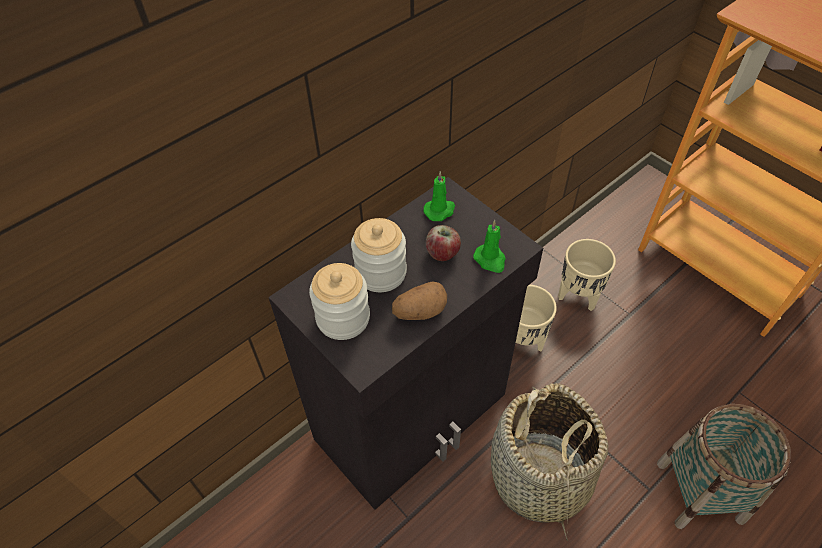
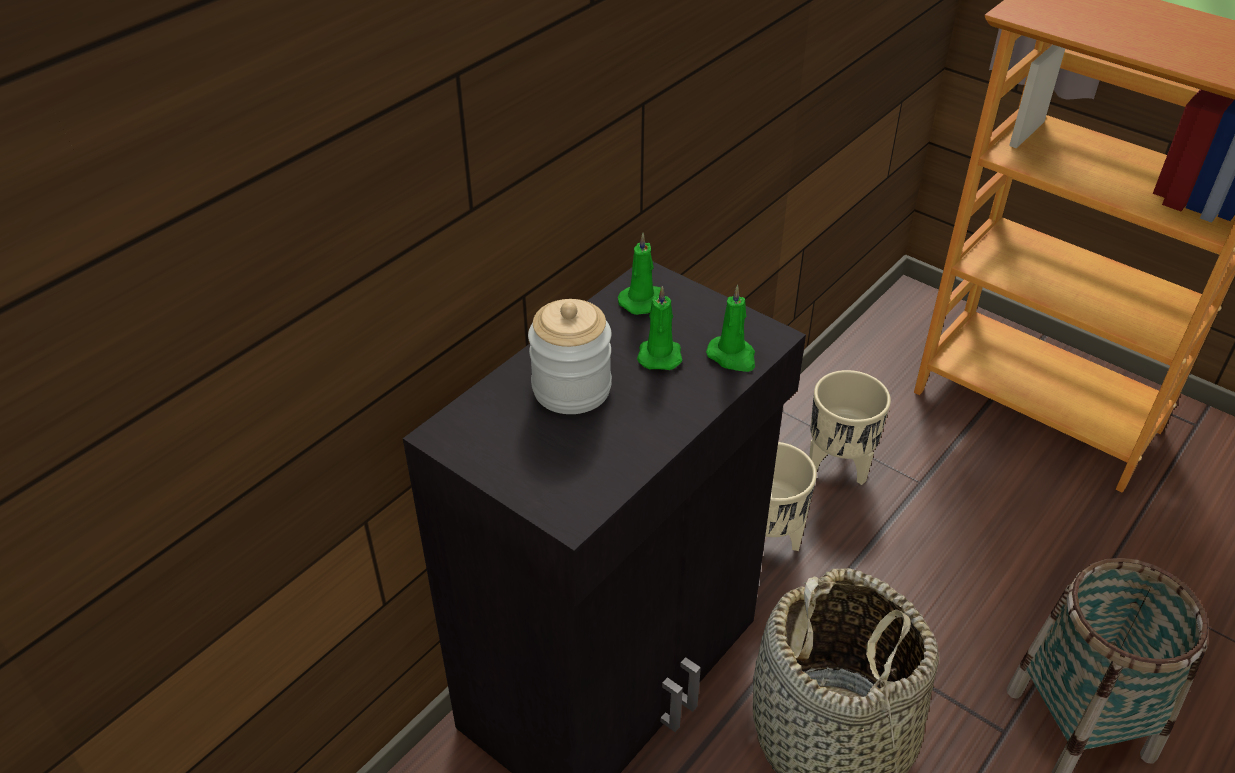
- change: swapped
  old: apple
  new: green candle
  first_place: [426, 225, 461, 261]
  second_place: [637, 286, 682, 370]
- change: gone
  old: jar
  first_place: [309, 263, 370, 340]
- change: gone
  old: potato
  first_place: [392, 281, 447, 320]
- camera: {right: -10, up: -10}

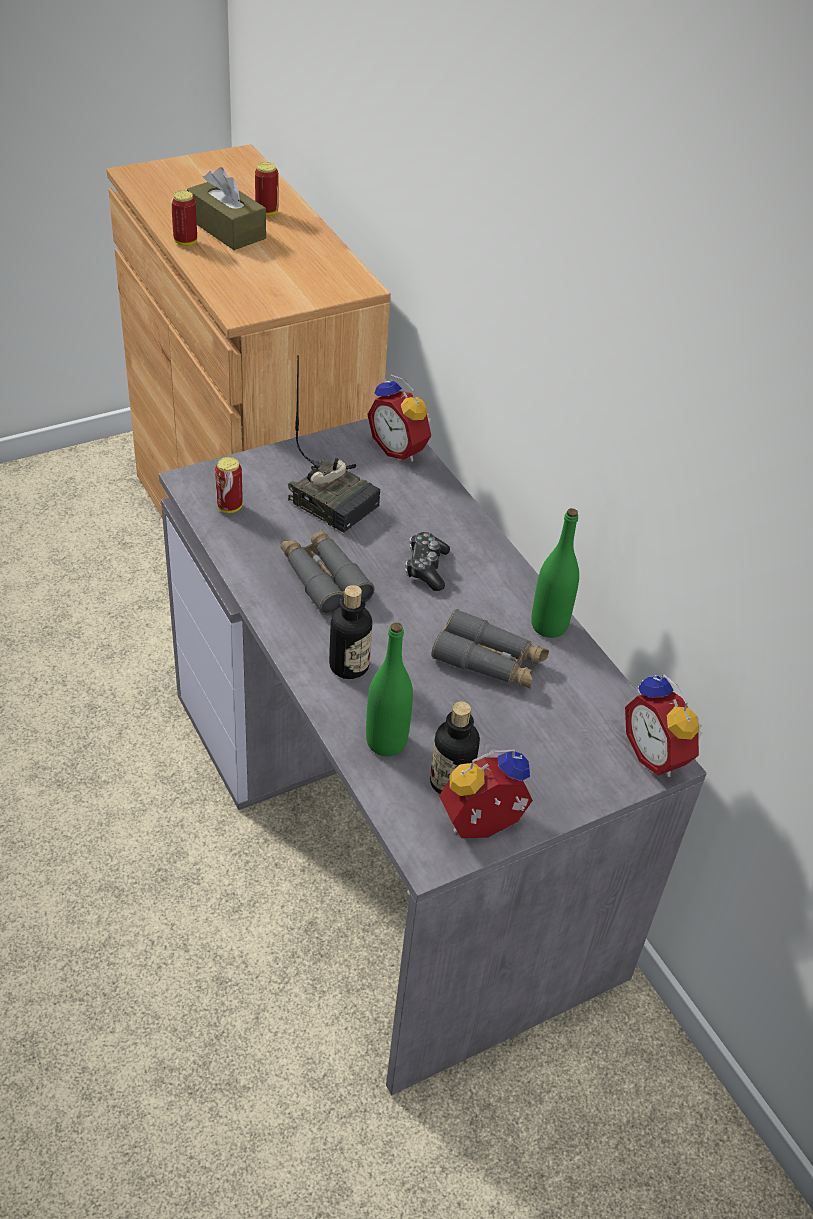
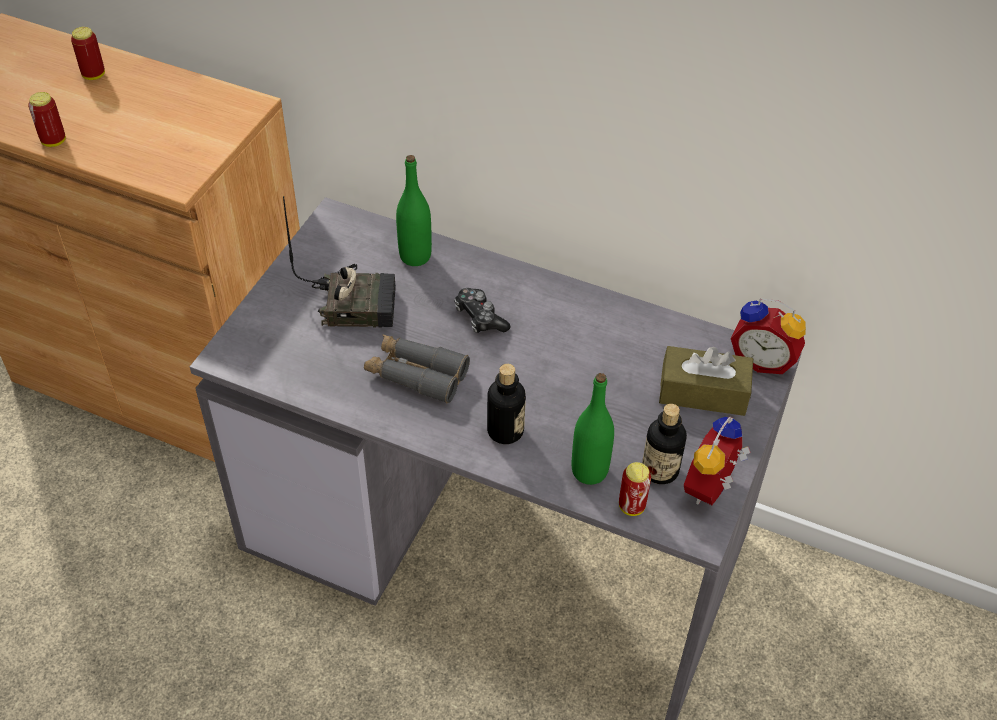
- change: shifted
  old: brown tissue box
  first_place: [187, 167, 266, 250]
  second_place: [659, 346, 753, 416]
- change: gone
  old: alarm clock
  first_place: [367, 375, 431, 462]
- change: shifted
  old: can
  first_place: [215, 457, 243, 513]
  second_place: [619, 462, 651, 516]
- change: shifted
  old: green bottle
  first_place: [531, 508, 579, 638]
  second_place: [396, 155, 432, 266]
- change: gone
  old: grey binoculars
  first_place: [431, 609, 549, 689]
- camera: {right: -35, up: 5}

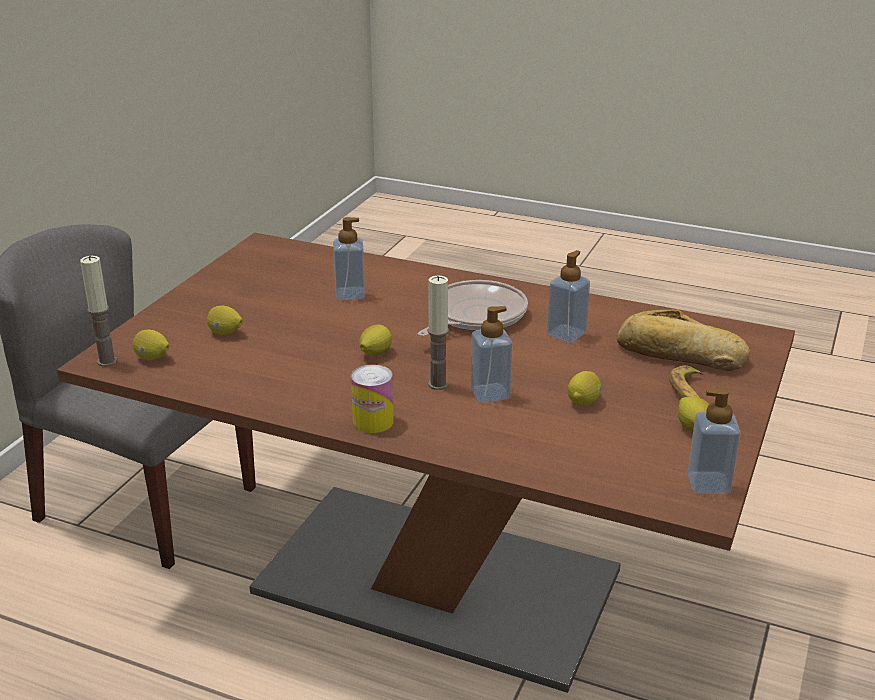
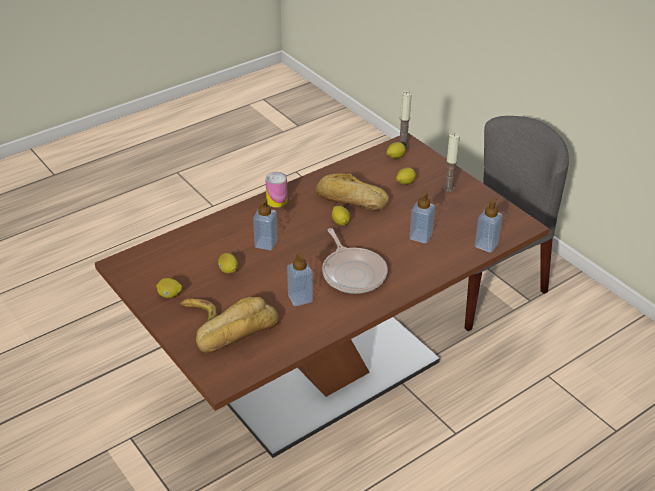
- change: shifted
  old: candle
  first_place: [428, 276, 449, 390]
  second_place: [443, 133, 460, 192]
- change: shifted
  old: soap dispenser
  first_place: [688, 388, 741, 494]
  second_place: [475, 197, 503, 253]
- change: new
  new: bread
  second_place: [316, 174, 389, 211]
- camera: {right: 120, up: 10}

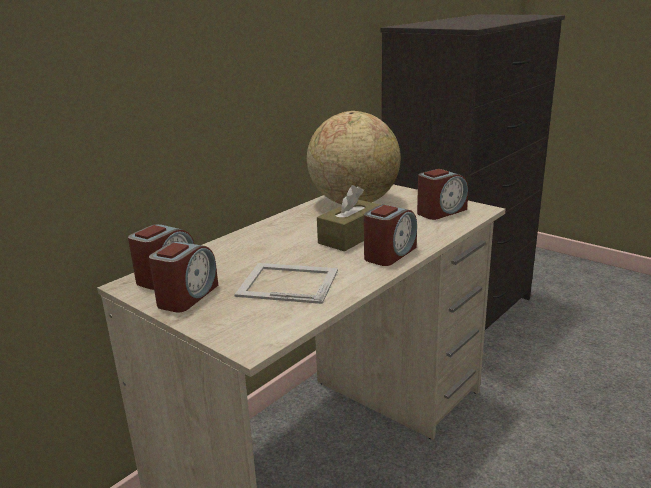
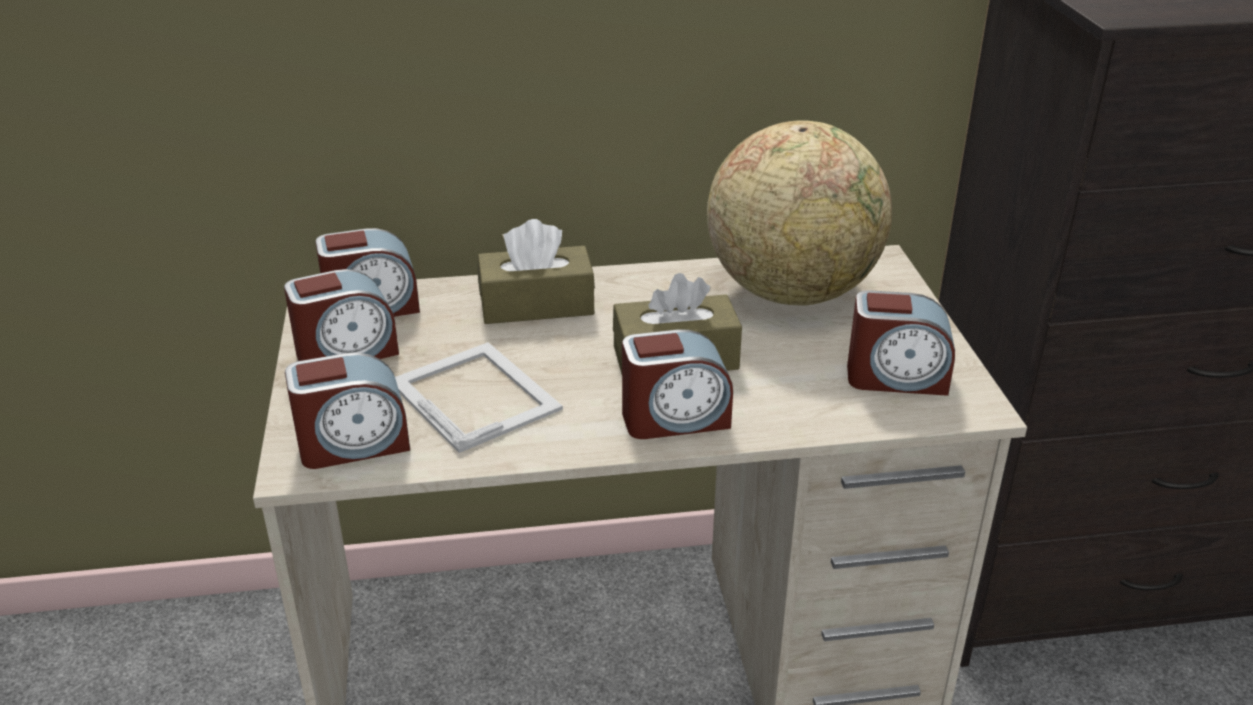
- change: new
  new: brown tissue box
  second_place: [478, 219, 595, 324]
- change: new
  new: alarm clock
  second_place: [285, 352, 410, 469]
- camera: {right: 40, up: 10}

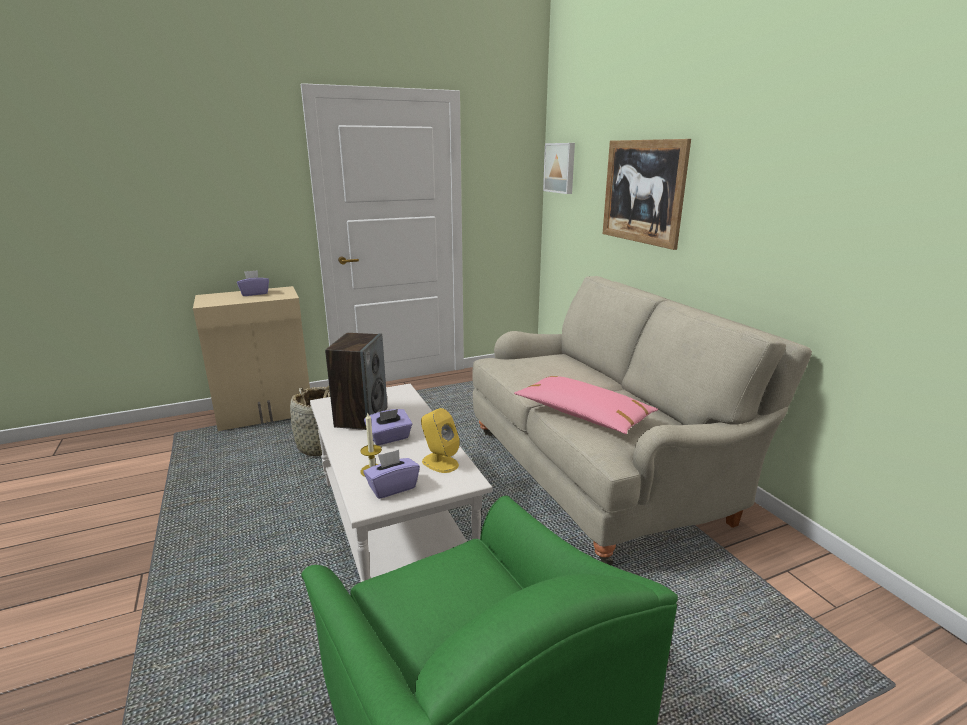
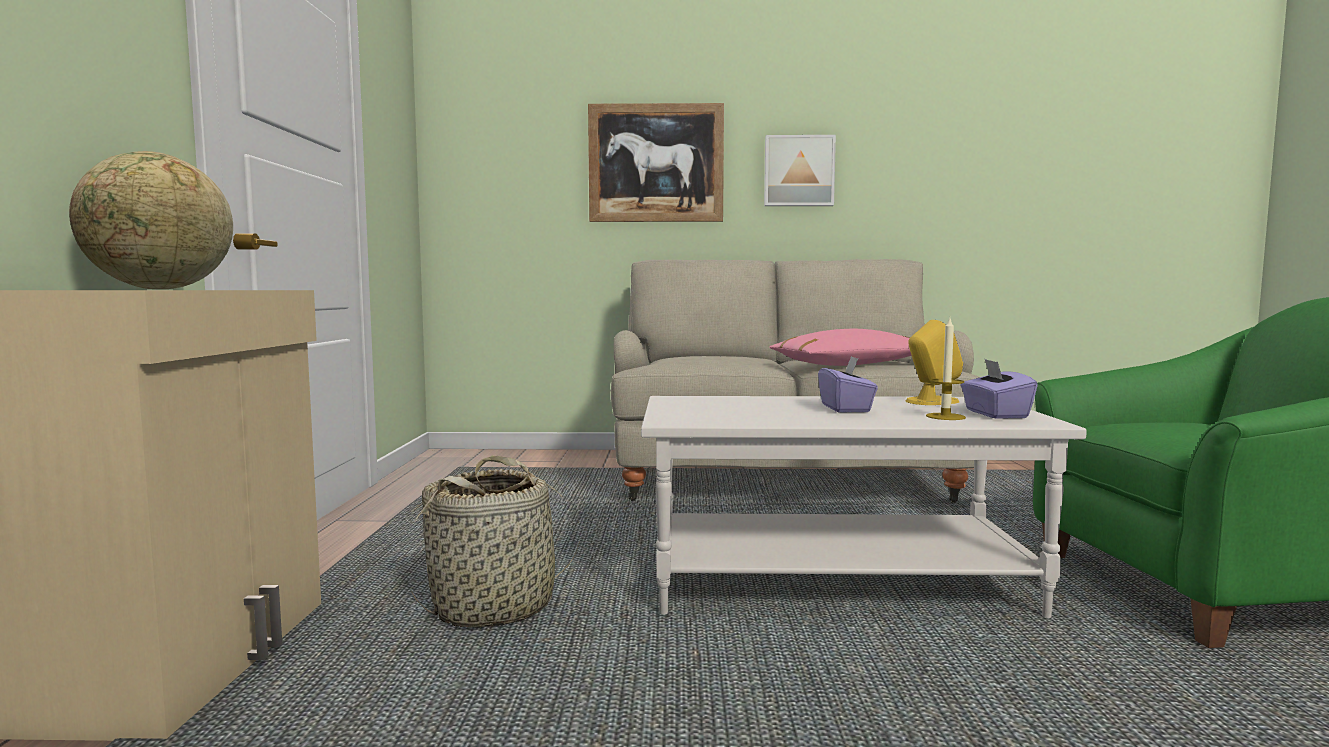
- change: shifted
  old: picture
  first_place: [543, 143, 575, 194]
  second_place: [764, 135, 836, 206]
- change: swapped
  old: purple tissue box
  new: globe
  first_place: [237, 270, 269, 296]
  second_place: [69, 151, 233, 289]
- change: gone
  old: speaker
  first_place: [325, 333, 387, 430]
- camera: {right: -65, up: -15}

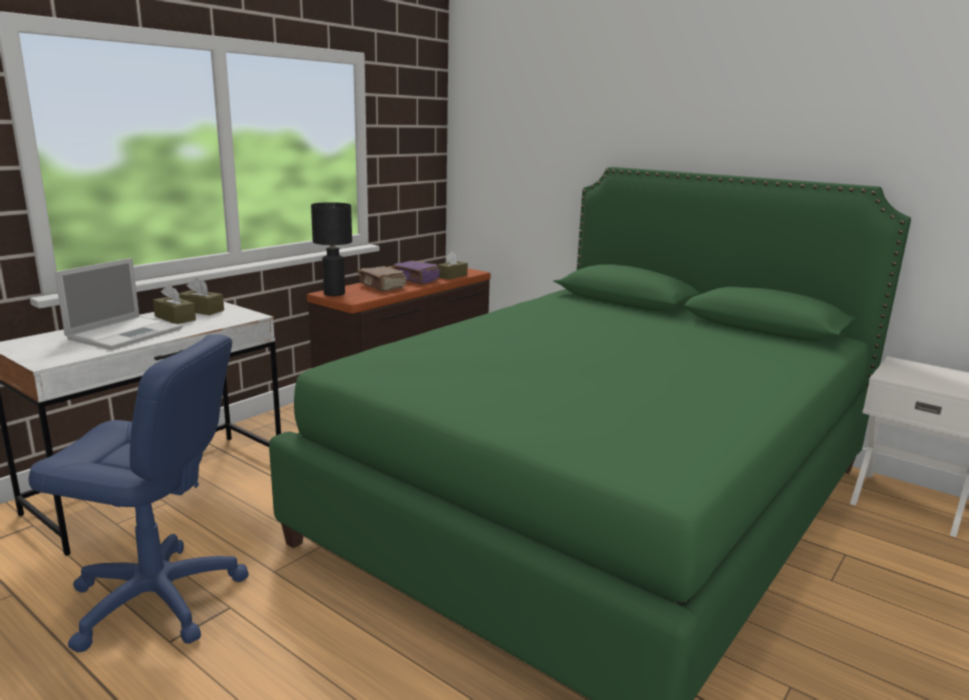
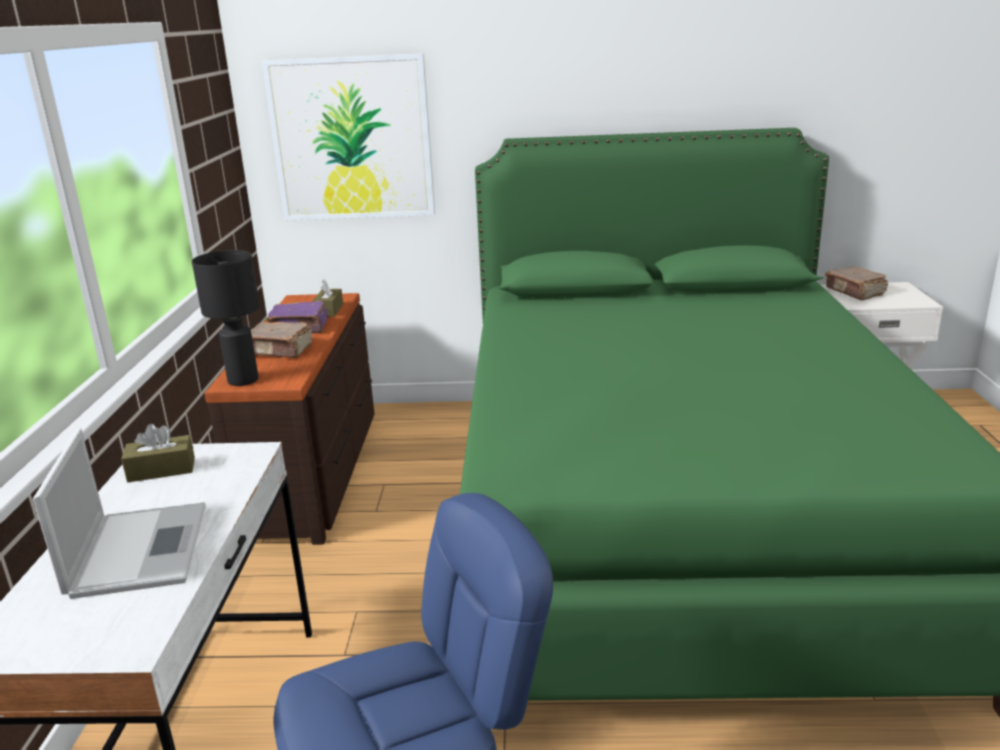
- change: gone
  old: brown tissue box
  first_place: [153, 284, 196, 324]
- change: new
  new: picture
  second_place: [262, 53, 435, 220]
- change: new
  new: brown book
  second_place: [825, 266, 888, 300]
- camera: {right: -35, up: 5}

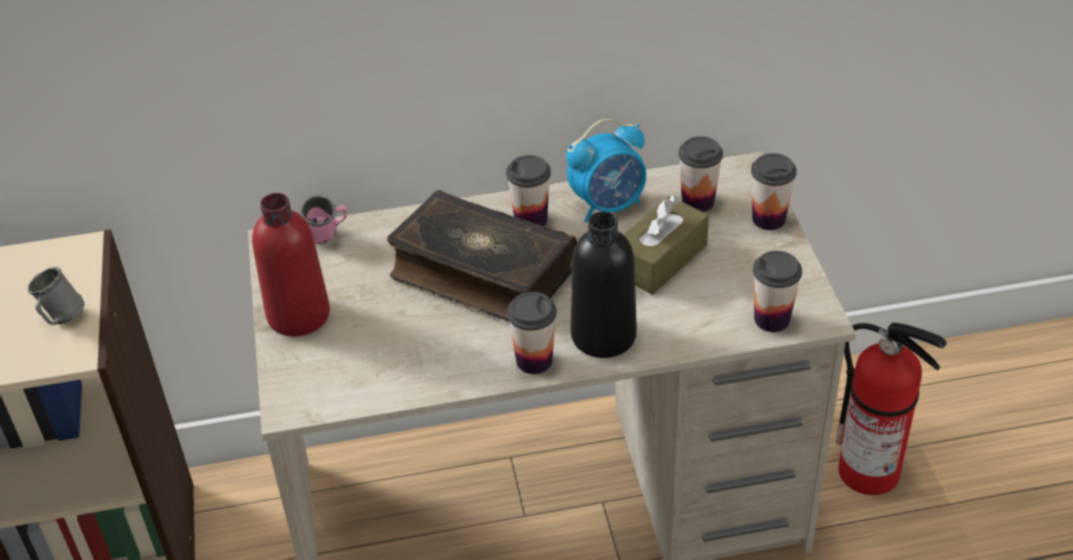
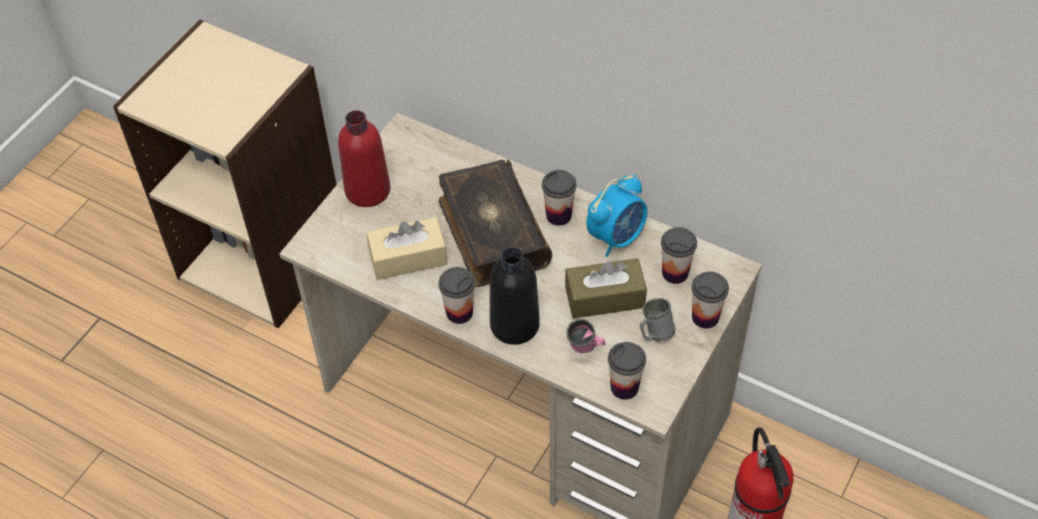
- change: rotated
  old: alarm clock
  first_place: [566, 119, 646, 222]
  second_place: [586, 174, 647, 257]
  degrees: -60
- change: shifted
  old: pink mug
  first_place: [301, 195, 347, 244]
  second_place: [566, 319, 606, 353]
- change: shifted
  old: grey mug
  first_place: [27, 267, 85, 325]
  second_place: [640, 298, 675, 341]
- change: new
  new: beige tissue box
  second_place: [367, 217, 447, 280]
- camera: {right: 40, up: 10}

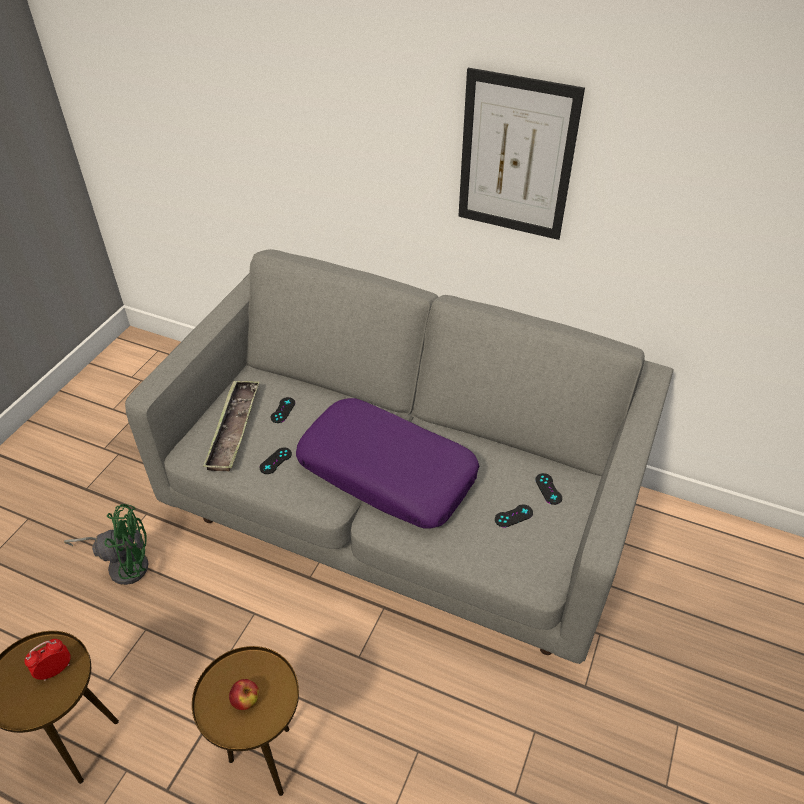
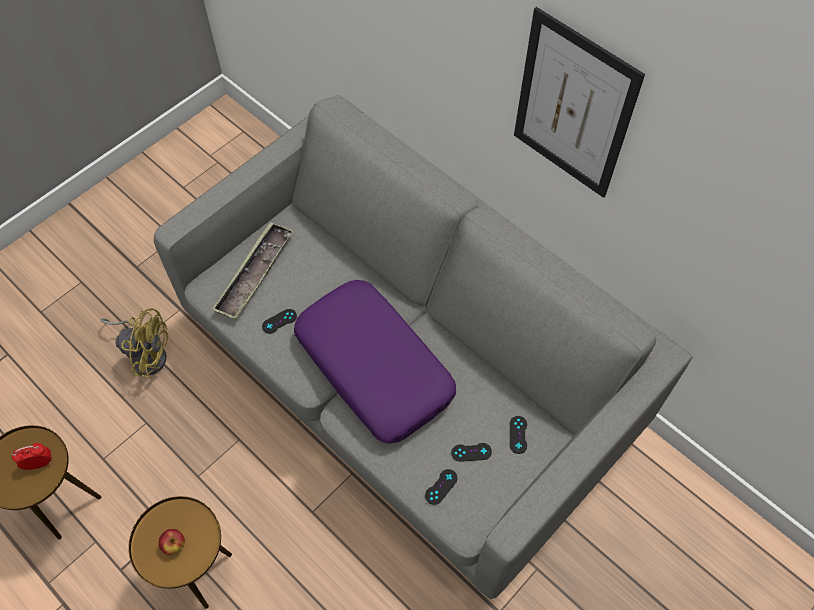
- change: shifted
  old: black game controller
  first_place: [271, 397, 295, 423]
  second_place: [425, 469, 458, 505]
- change: repainted
  old: green fan
  new: yellow fan
  first_place: [64, 504, 149, 585]
  second_place: [100, 308, 168, 378]
- camera: {right: 20, up: 15}

